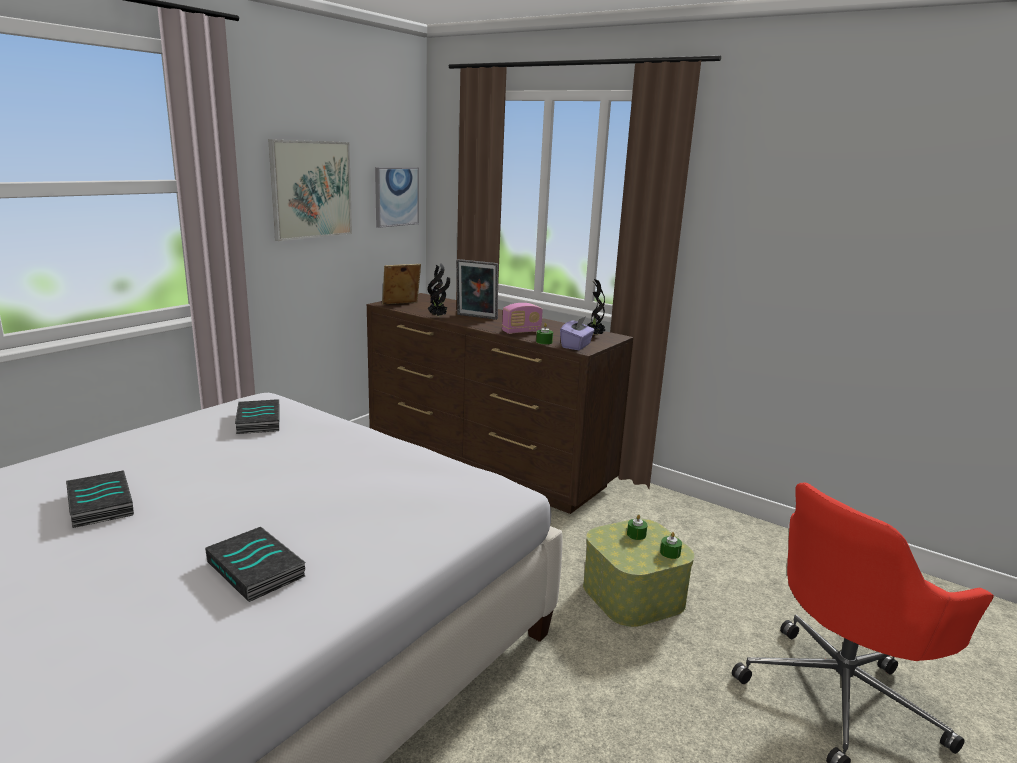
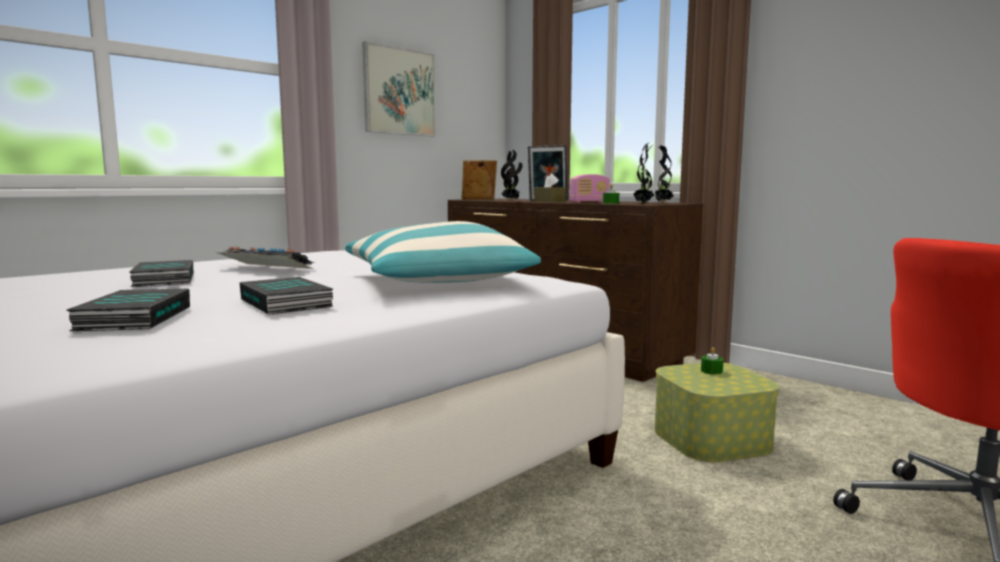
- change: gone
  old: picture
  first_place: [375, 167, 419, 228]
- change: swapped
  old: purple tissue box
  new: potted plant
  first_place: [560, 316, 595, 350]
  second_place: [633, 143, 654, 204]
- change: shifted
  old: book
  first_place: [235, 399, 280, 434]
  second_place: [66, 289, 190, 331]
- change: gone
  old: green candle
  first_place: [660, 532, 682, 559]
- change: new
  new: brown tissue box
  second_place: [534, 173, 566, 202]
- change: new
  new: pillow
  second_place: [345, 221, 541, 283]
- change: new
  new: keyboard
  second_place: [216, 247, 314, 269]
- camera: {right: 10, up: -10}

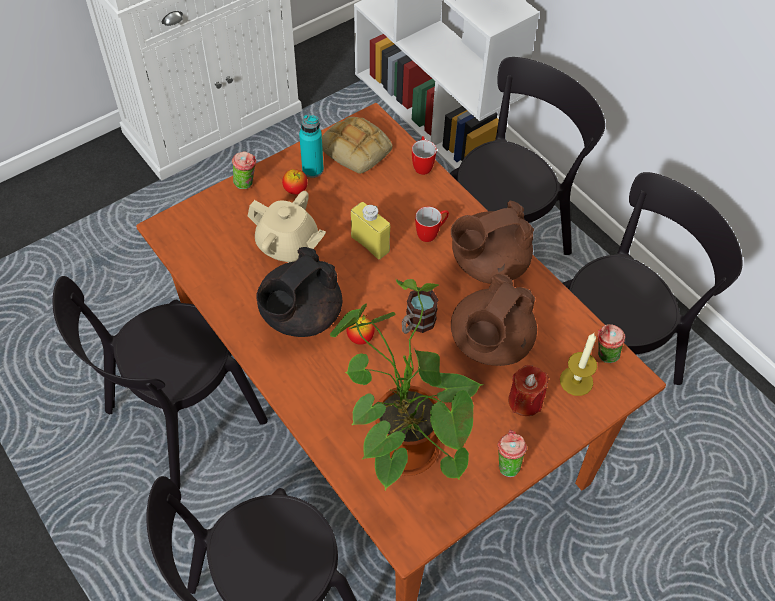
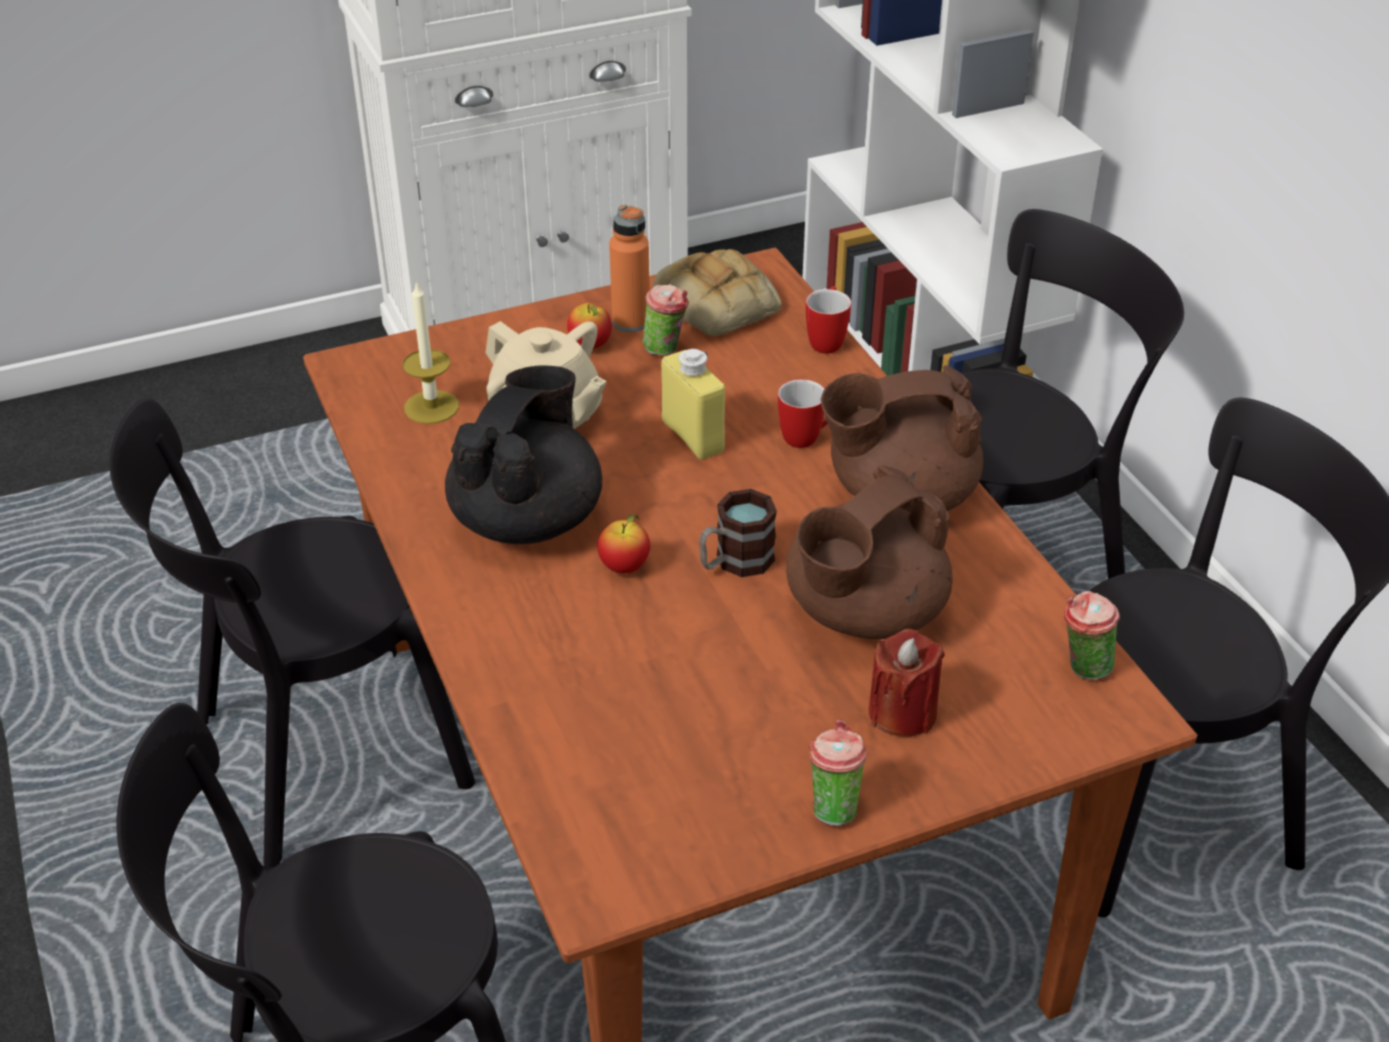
- change: repainted
  old: turquoise bottle
  new: orange bottle
  first_place: [299, 115, 324, 178]
  second_place: [609, 205, 650, 332]
- change: shifted
  old: cup
  first_place: [232, 151, 256, 189]
  second_place: [643, 284, 689, 355]
- change: rotated
  old: black teapot
  first_place: [256, 247, 342, 337]
  second_place: [445, 365, 602, 544]
  degrees: 150
- change: gone
  old: potted plant
  first_place: [330, 279, 484, 490]
- change: shifted
  old: candle
  first_place: [560, 333, 597, 396]
  second_place: [403, 281, 459, 424]
- camera: {right: 15, up: -15}

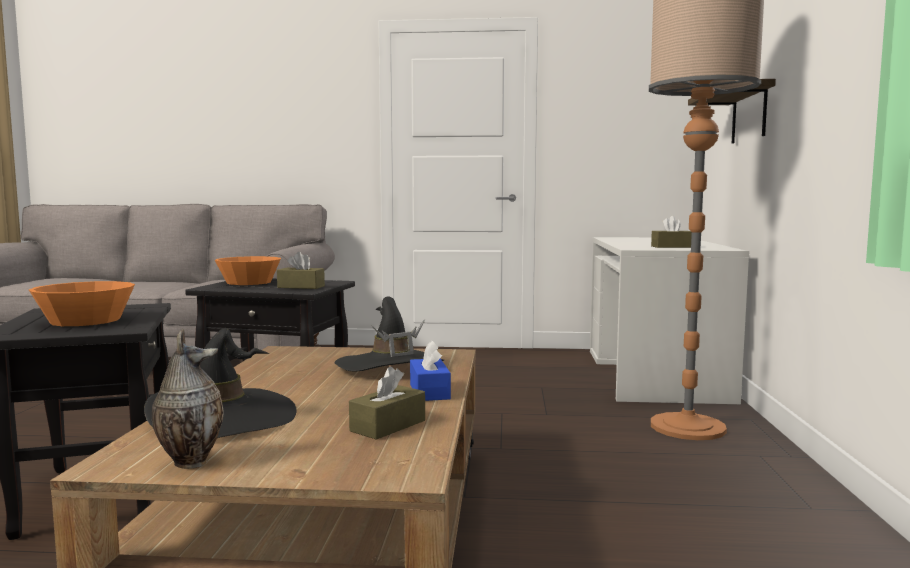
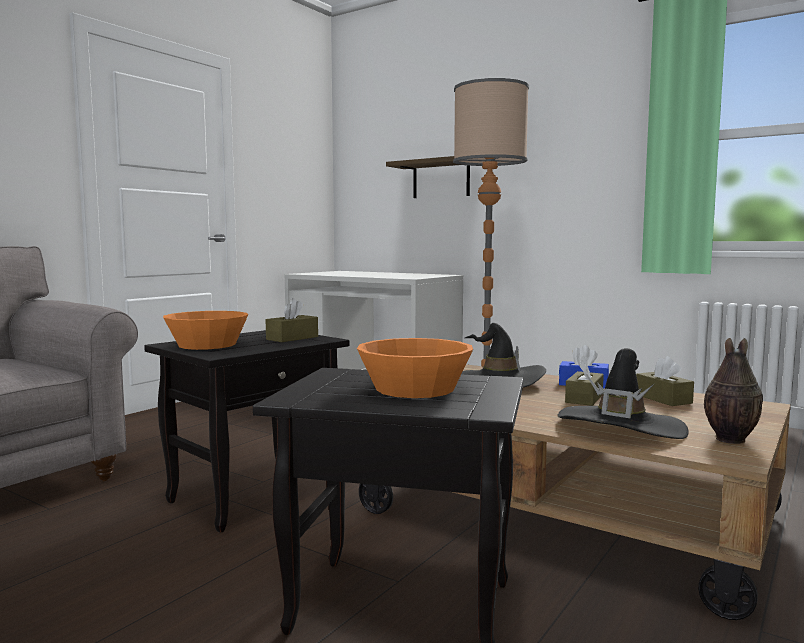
- change: shifted
  old: brown tissue box
  first_place: [651, 216, 692, 248]
  second_place: [565, 356, 604, 406]
- camera: {right: -60, up: 0}

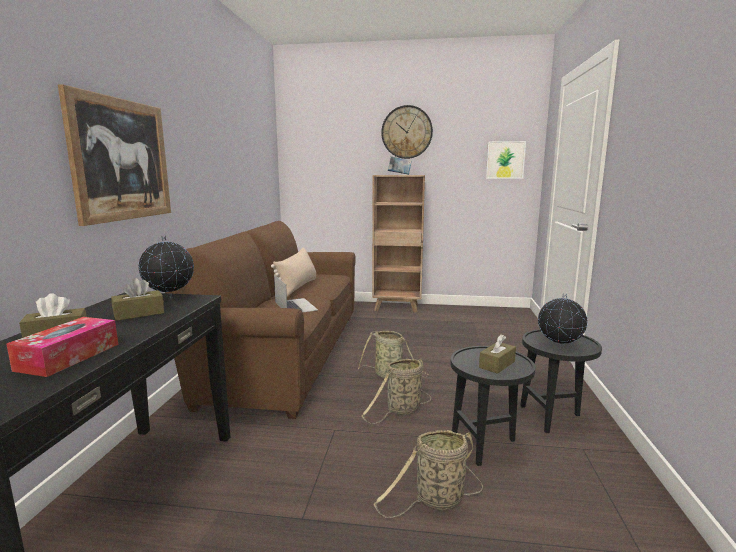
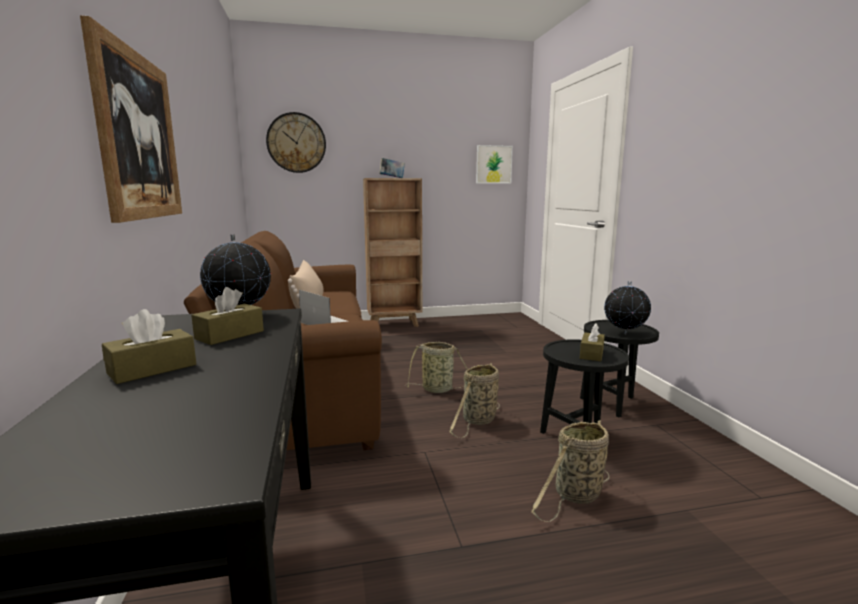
- change: shifted
  old: wall clock
  first_place: [381, 105, 433, 159]
  second_place: [266, 112, 326, 173]
- change: gone
  old: tissue box
  first_place: [6, 317, 118, 377]
- camera: {right: -20, up: 0}

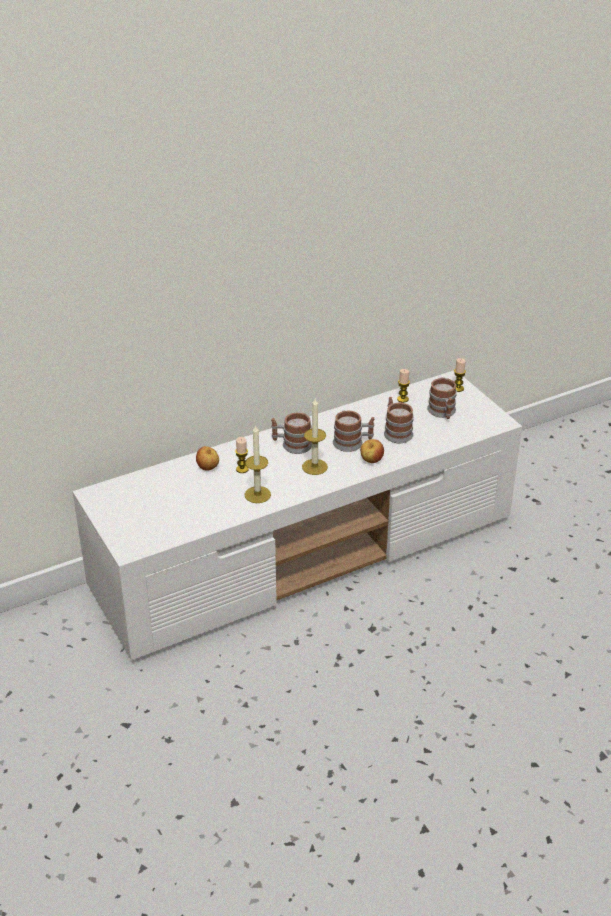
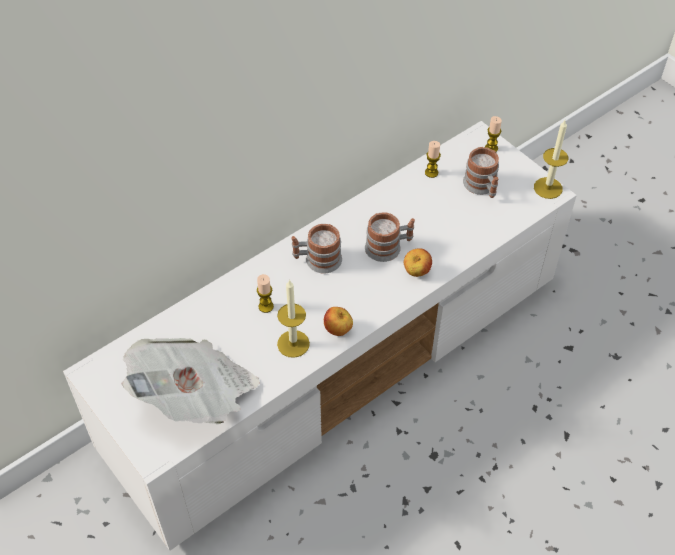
- change: gone
  old: mug
  first_place: [384, 397, 414, 443]
- change: shifted
  old: candle
  first_place: [302, 399, 328, 475]
  second_place: [534, 120, 568, 199]
- change: shifted
  old: apple
  first_place: [196, 446, 219, 471]
  second_place: [324, 307, 353, 336]
- change: new
  new: newspaper
  second_place: [122, 338, 260, 425]
- camera: {right: -10, up: 15}

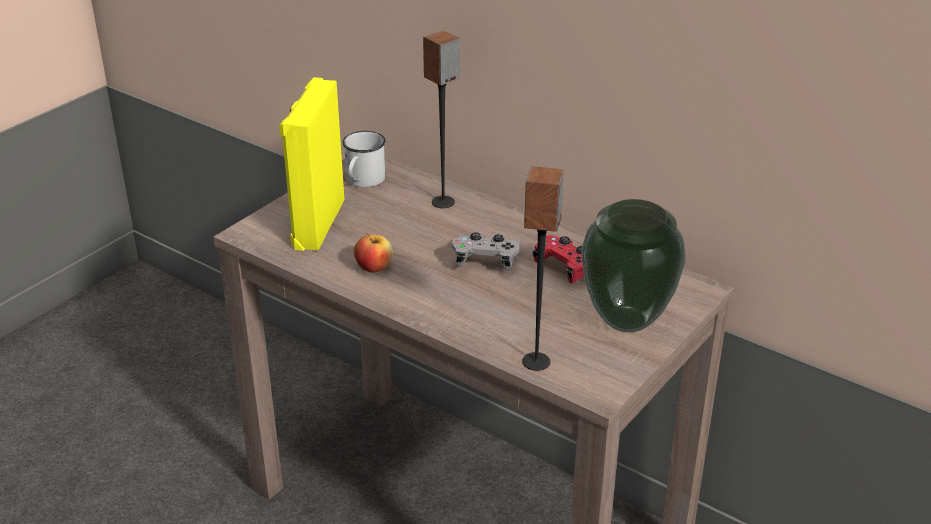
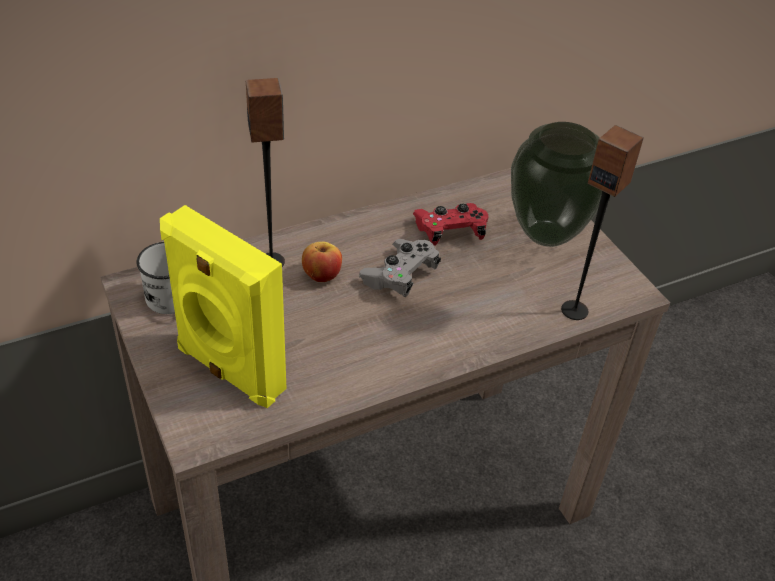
- change: shifted
  old: apple
  first_place: [354, 233, 393, 273]
  second_place: [302, 242, 342, 282]
- camera: {right: -65, up: 10}

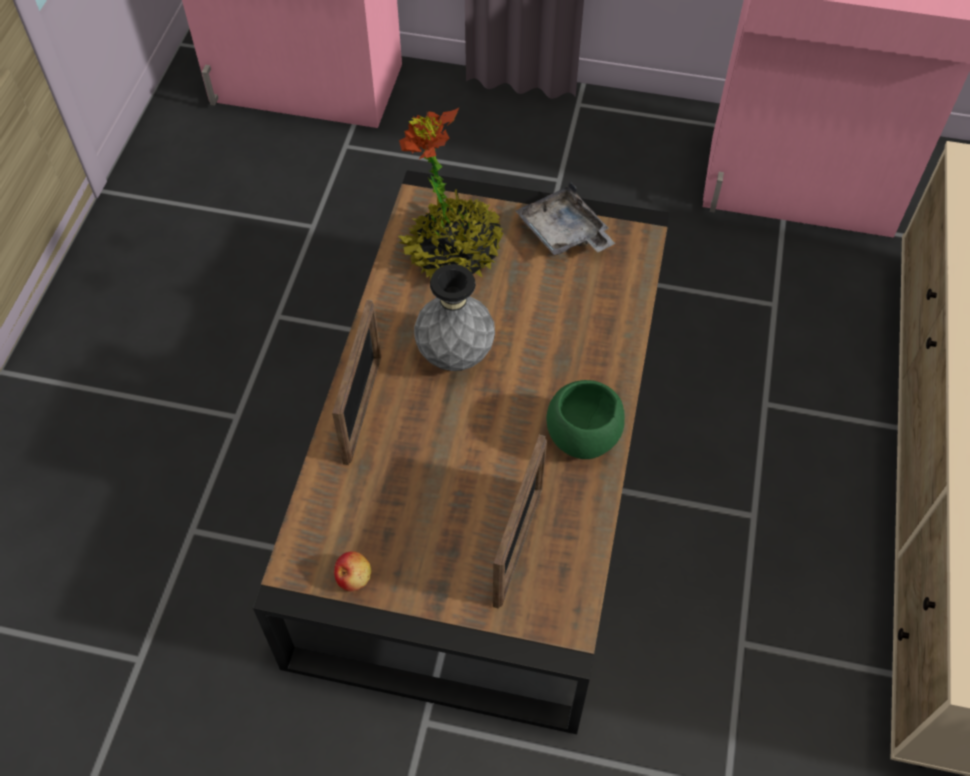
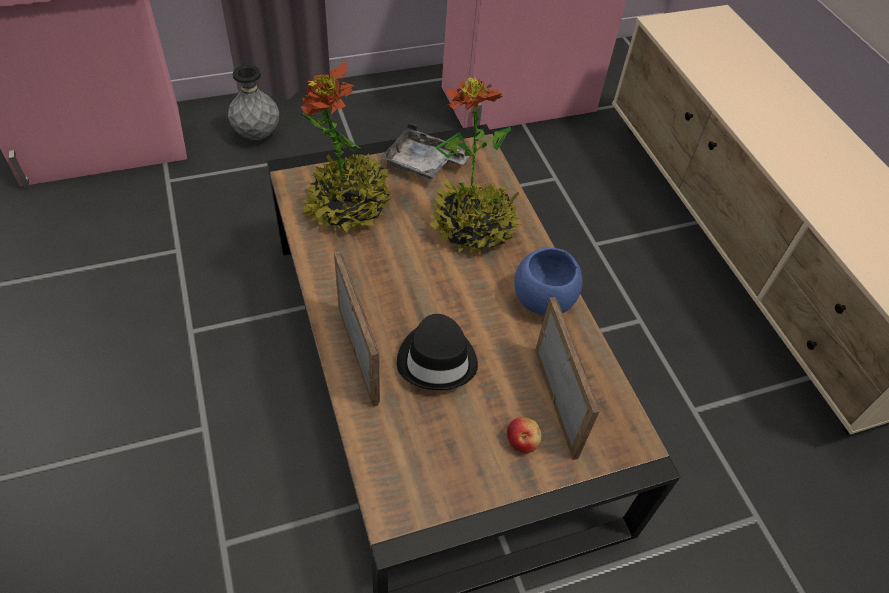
- change: shifted
  old: grey vase
  first_place: [414, 264, 495, 371]
  second_place: [228, 65, 279, 140]
- change: repainted
  old: green bowl
  new: blue bowl
  first_place: [547, 380, 625, 459]
  second_place: [514, 248, 582, 316]
- change: shifted
  old: apple
  first_place: [334, 551, 371, 592]
  second_place: [507, 417, 542, 453]
- change: new
  new: potted plant
  second_place: [429, 77, 521, 254]
- change: new
  new: black hat
  second_place: [397, 314, 478, 390]
- camera: {right: -35, up: -5}

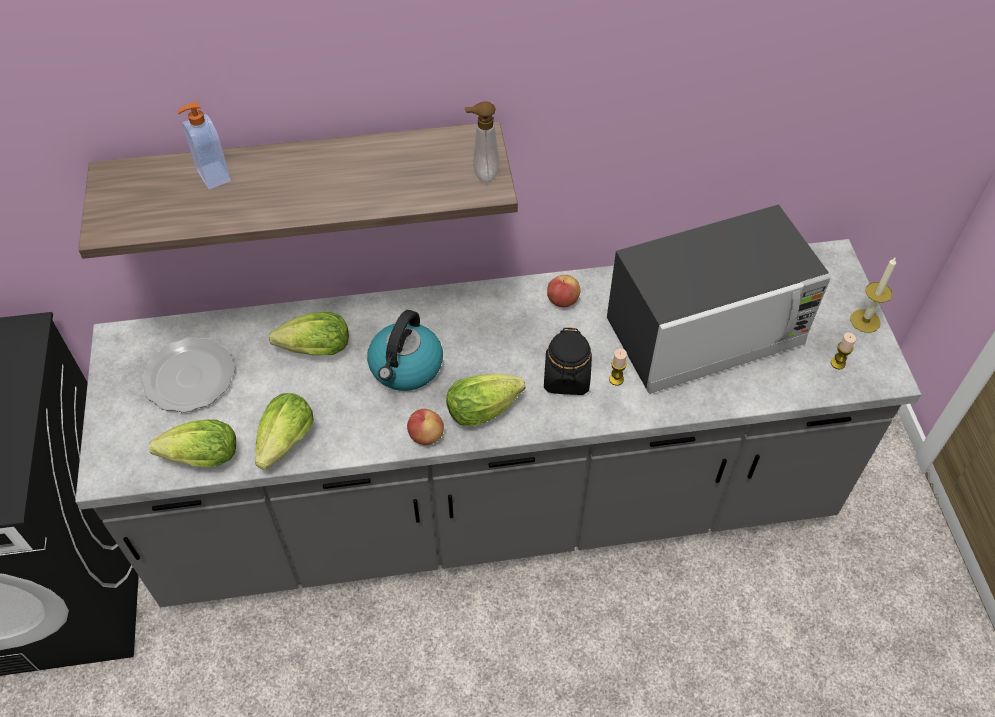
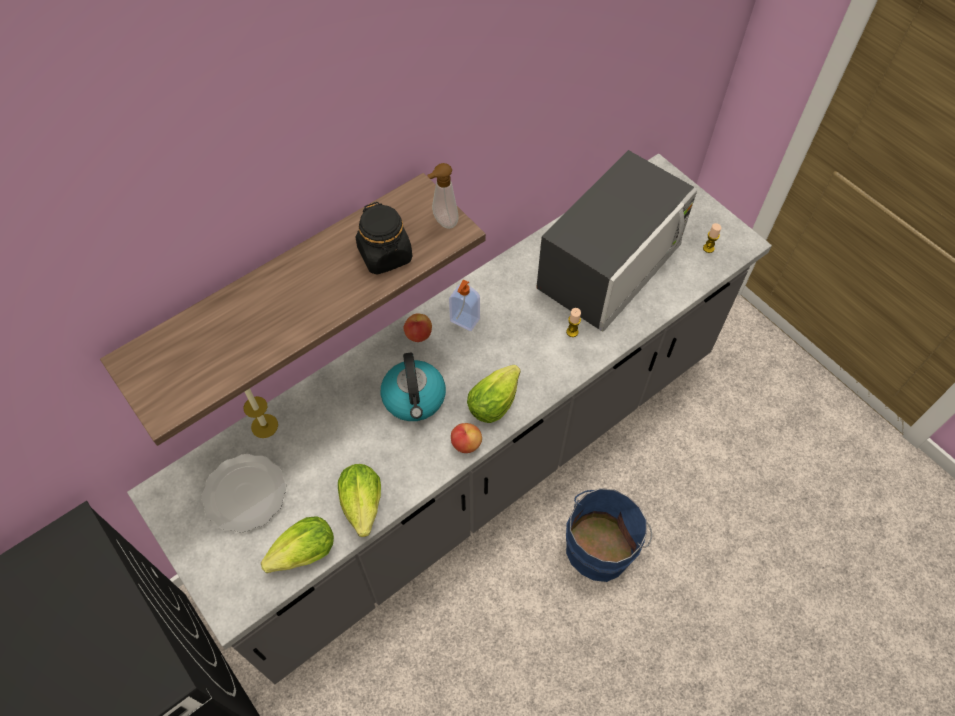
- change: shifted
  old: soap dispenser
  first_place: [177, 102, 231, 190]
  second_place: [449, 279, 480, 331]
- change: shifted
  old: candle
  first_place: [850, 258, 896, 333]
  second_place: [243, 388, 278, 438]
- change: shifted
  old: apple
  first_place: [547, 275, 581, 307]
  second_place: [404, 313, 432, 342]
- change: gone
  old: lettuce
  first_place: [269, 312, 349, 355]
- change: shifted
  old: black jar
  first_place: [544, 327, 592, 395]
  second_place: [356, 202, 413, 275]
- change: new
  new: blue bucket
  second_place: [566, 488, 652, 582]
- camera: {right: -30, up: 5}

